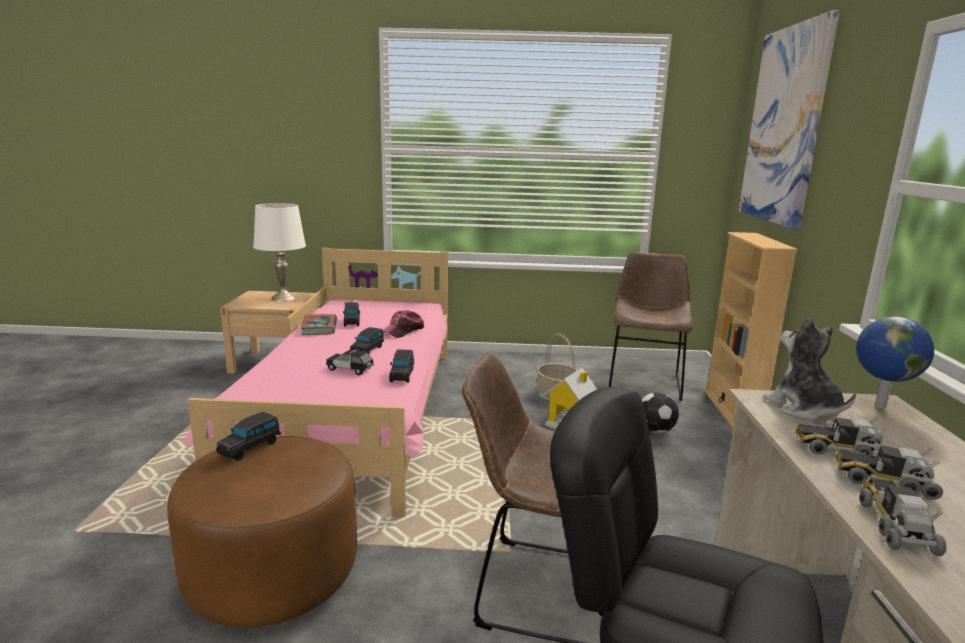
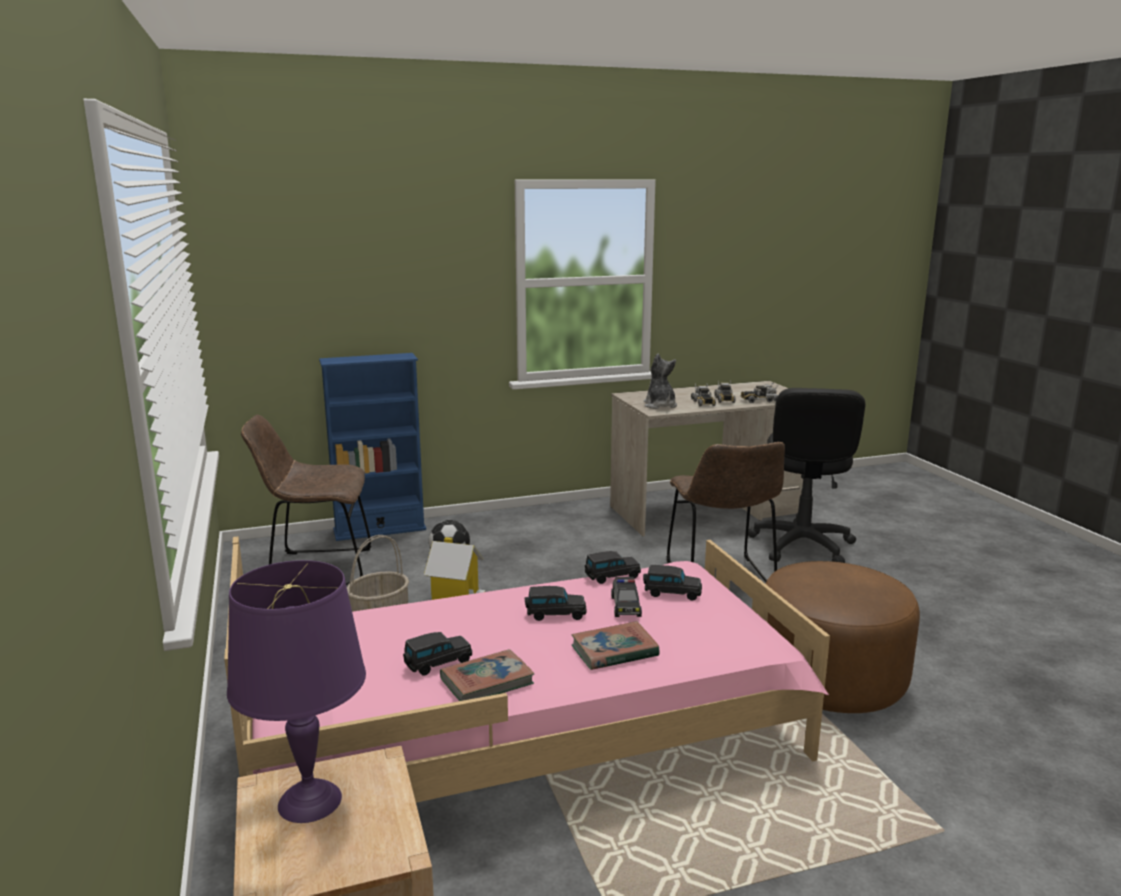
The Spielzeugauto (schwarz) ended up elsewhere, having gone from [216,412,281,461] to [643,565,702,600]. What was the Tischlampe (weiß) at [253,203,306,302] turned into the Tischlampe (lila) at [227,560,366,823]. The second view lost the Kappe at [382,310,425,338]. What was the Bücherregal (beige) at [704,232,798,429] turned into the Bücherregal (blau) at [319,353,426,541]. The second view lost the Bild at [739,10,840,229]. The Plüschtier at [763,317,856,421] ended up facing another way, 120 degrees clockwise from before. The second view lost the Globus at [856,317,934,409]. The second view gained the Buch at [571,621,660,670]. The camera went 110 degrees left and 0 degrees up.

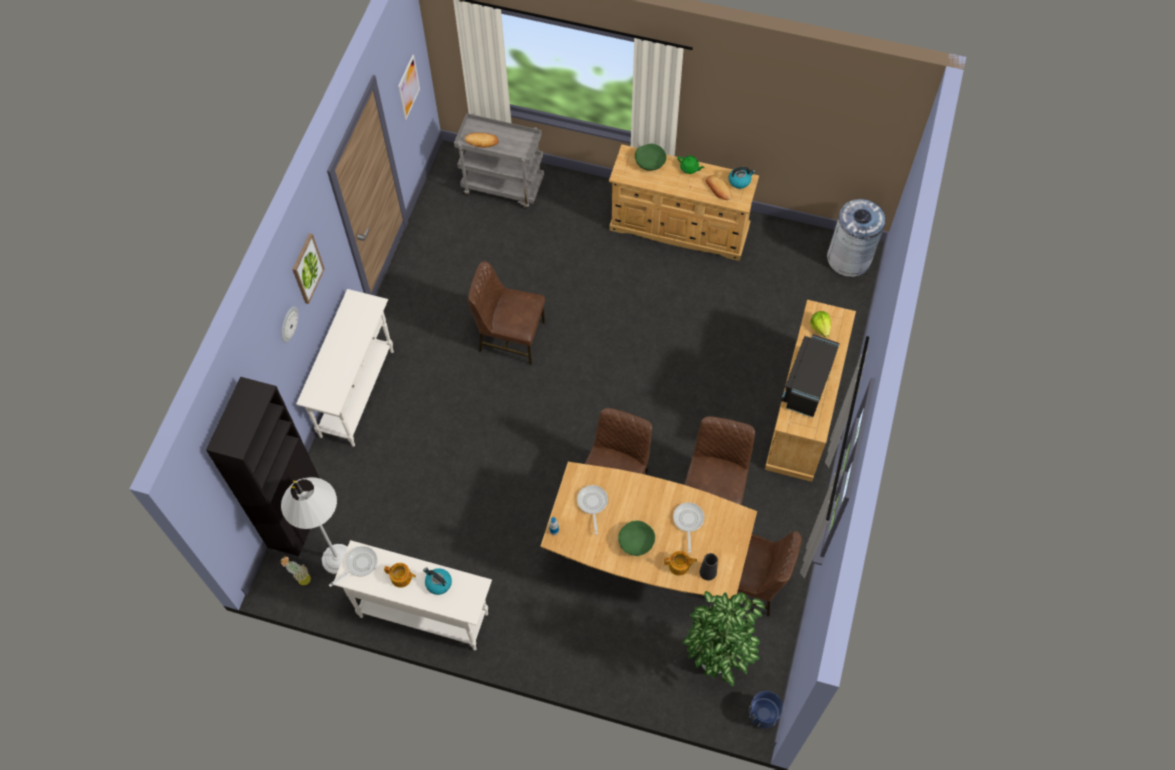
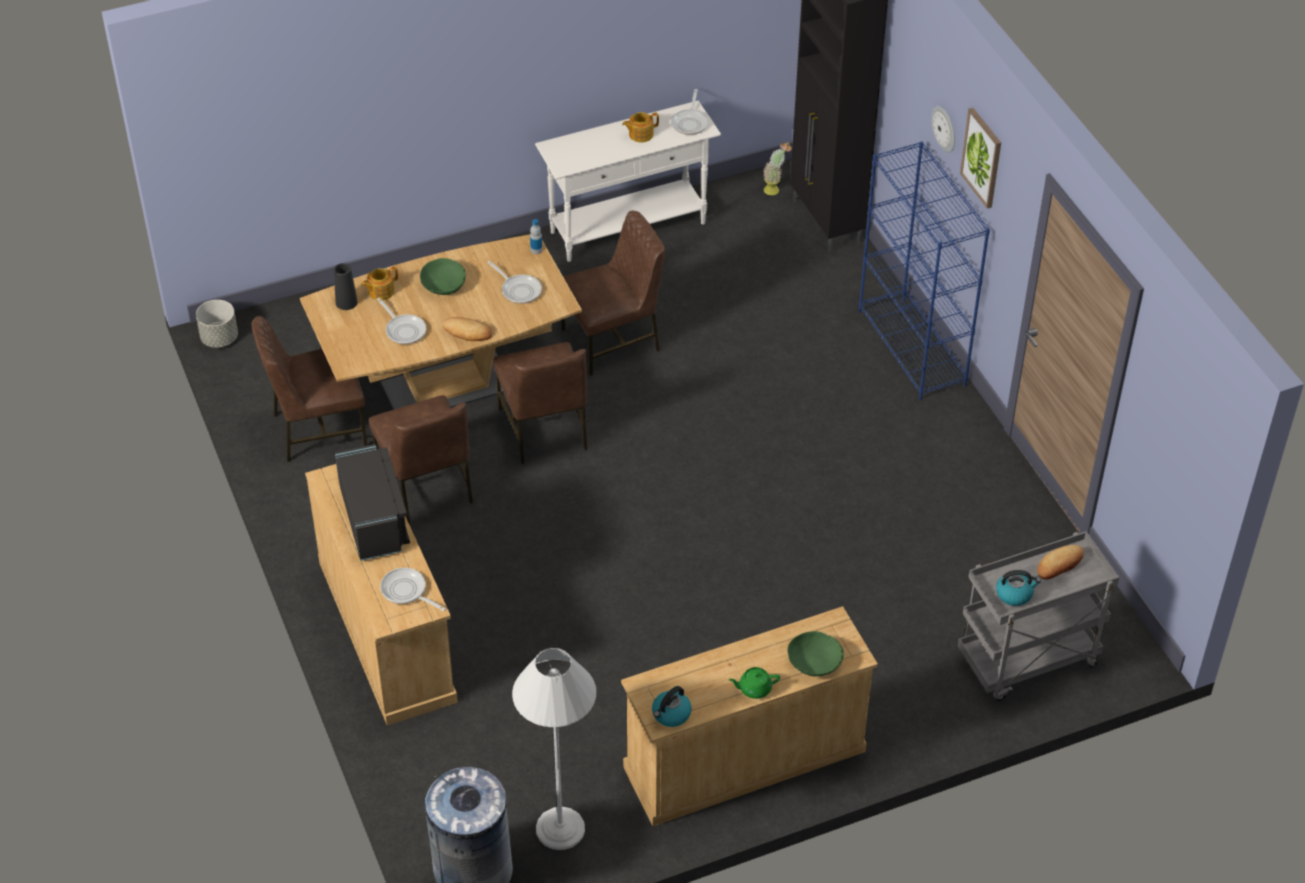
The Stehlampe (weiß) ended up elsewhere, having gone from [281,477,348,574] to [512,648,596,850]. Where the Konsolentisch (weiß) stood at [296,289,394,447], the Bücherregal (blau) came to stand at [859,141,990,400]. The second view lost the Bild at [398,55,420,120]. The Wasserkessel ended up elsewhere, having gone from [423,567,452,595] to [996,570,1041,606]. The Stuhl (braun) ended up elsewhere, having gone from [468,261,545,365] to [561,211,665,376]. The second view lost the Topfpflanze at [683,591,765,686]. The Brot ended up elsewhere, having gone from [706,175,732,200] to [442,317,492,341]. What was the Pflanzkübel (blau) at [749,691,783,728] turned into the Pflanzkübel (grau) at [196,300,238,348]. Where the Salatkopf stood at [810,311,831,338], the Pfanne came to stand at [380,568,446,611]. The camera went 140 degrees right and 15 degrees down.

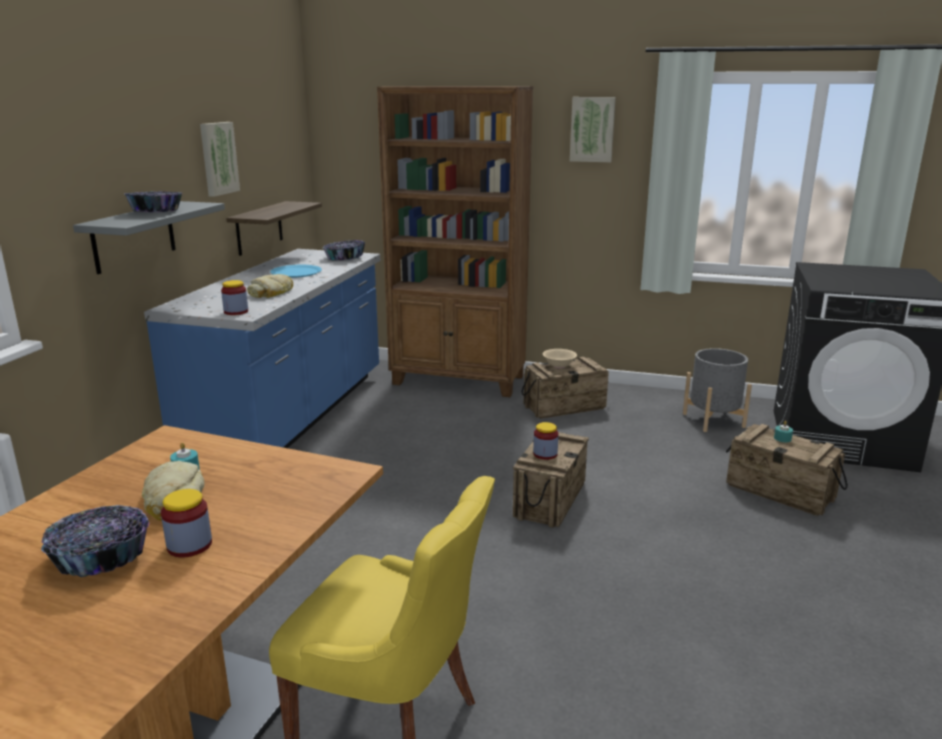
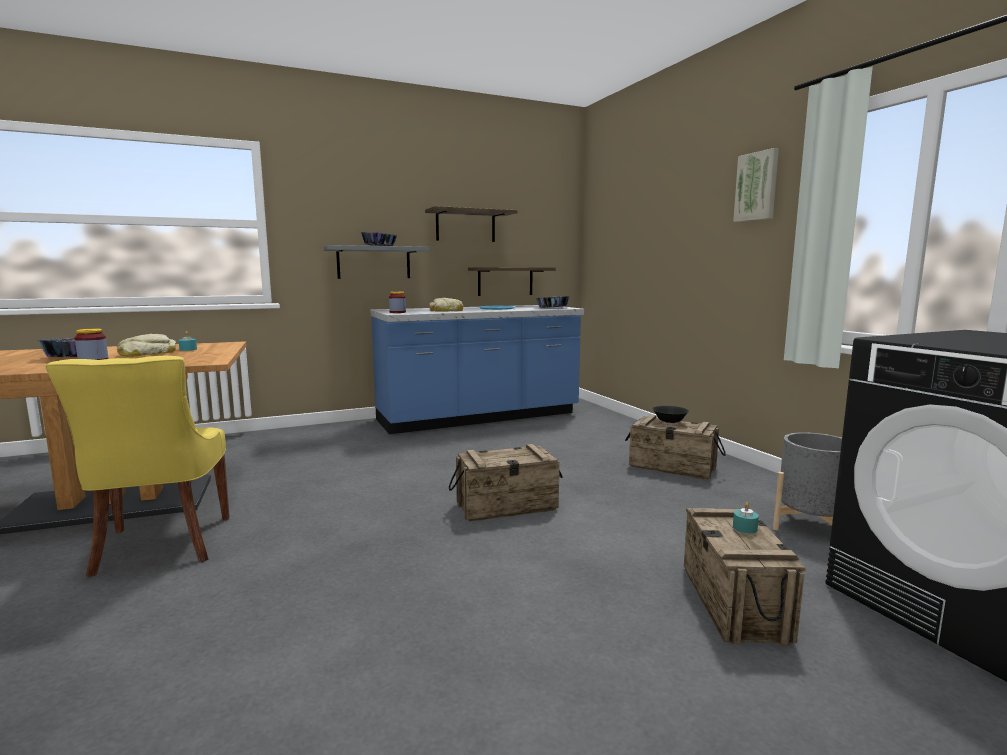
Where the Bild hung at [200,122,240,197], the Wandregal came to hang at [425,206,518,242]. The second view lost the Bücherregal (braun) at [377,86,533,397]. The second view lost the Vorratsglas at [533,422,558,460]. What was the Schüssel (beige) at [543,349,577,368] turned into the Schüssel (schwarz) at [652,406,689,424]. The camera went 50 degrees right and 10 degrees down.

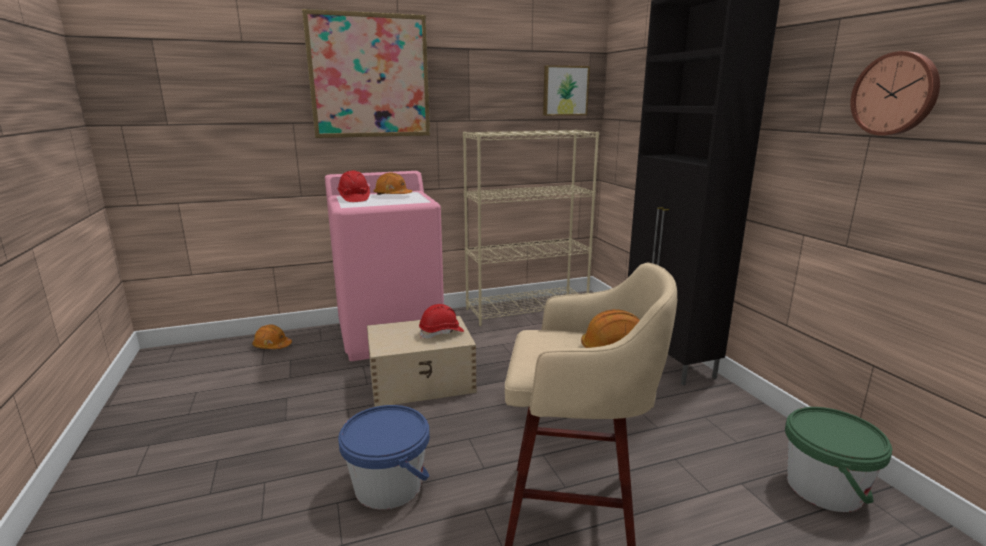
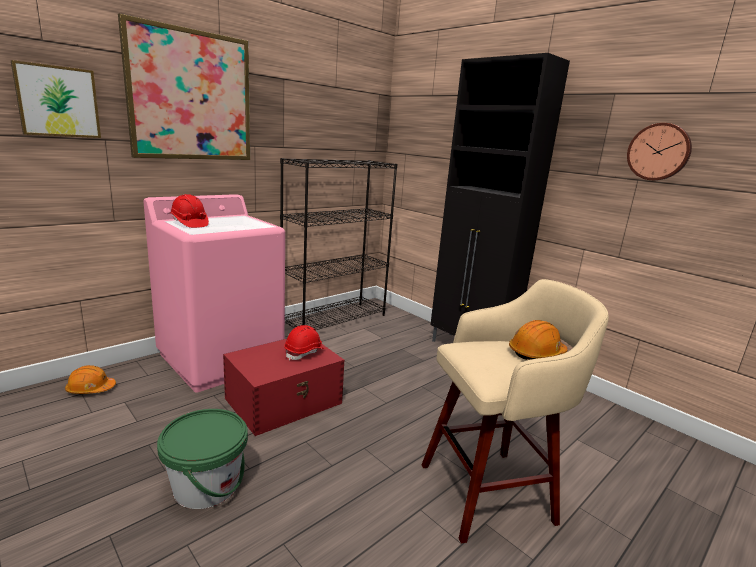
The second view lost the Eimer (blau) at [338,405,430,510]. What was the Aufbewahrungsbox (beige) at [367,316,477,407] turned into the Aufbewahrungsbox (rot) at [223,339,345,436]. The second view lost the Schutzhelm (orange) at [374,172,412,195]. What was the Bücherregal (beige) at [463,129,599,326] turned into the Bücherregal (schwarz) at [280,158,397,330]. The Bild ended up elsewhere, having gone from [543,65,590,116] to [11,60,101,138]. The Eimer (grün) ended up elsewhere, having gone from [785,407,893,512] to [157,409,248,509]. The camera went 25 degrees left and 0 degrees up.

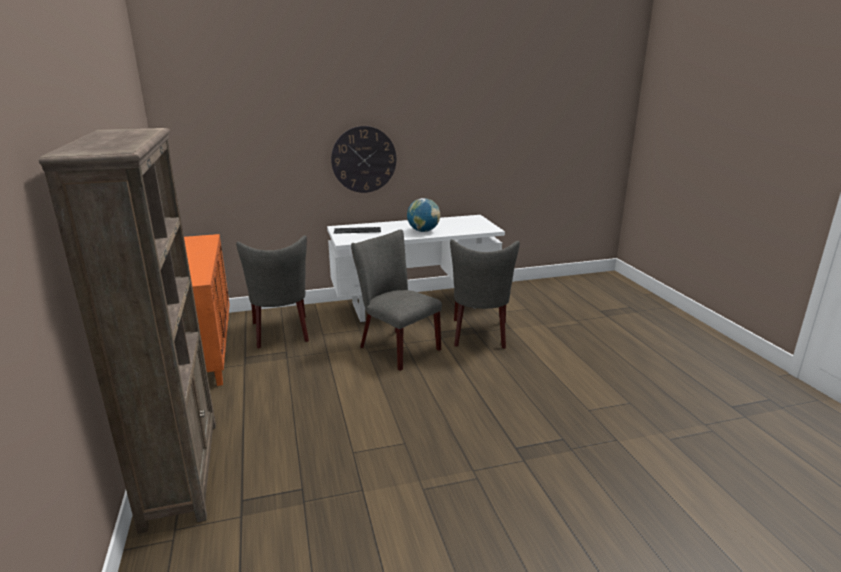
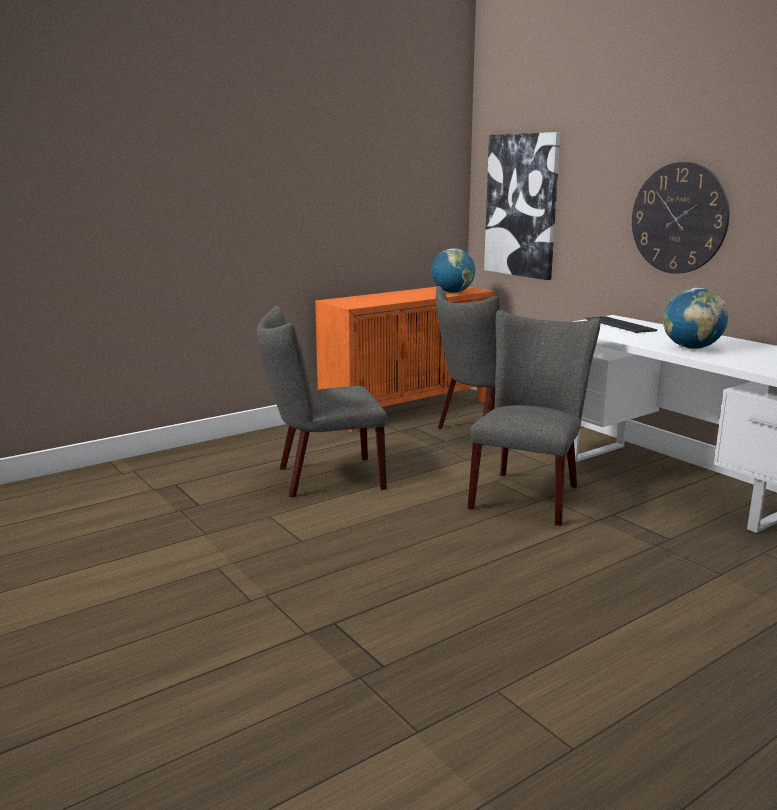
The second view lost the Bücherregal (braun) at [39,128,216,534]. The Stuhl (grau) ended up elsewhere, having gone from [450,239,520,349] to [257,306,387,498]. The second view gained the Globus at [431,248,475,293]. The second view gained the Bild at [484,132,560,280]. The camera went 70 degrees right and 5 degrees down.

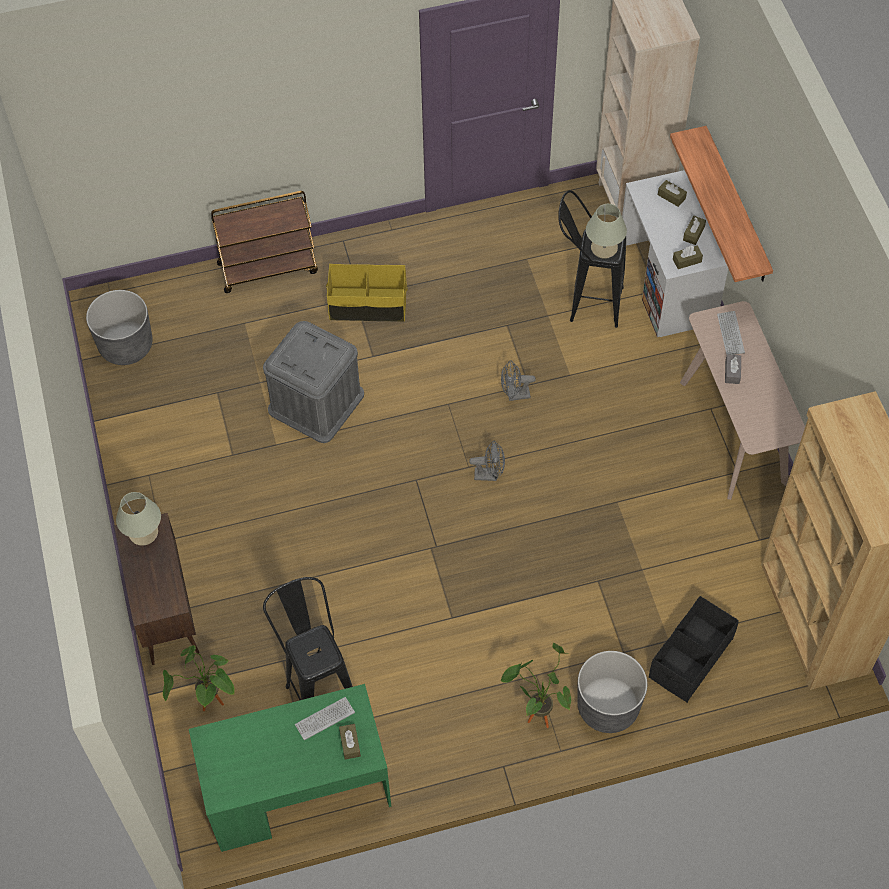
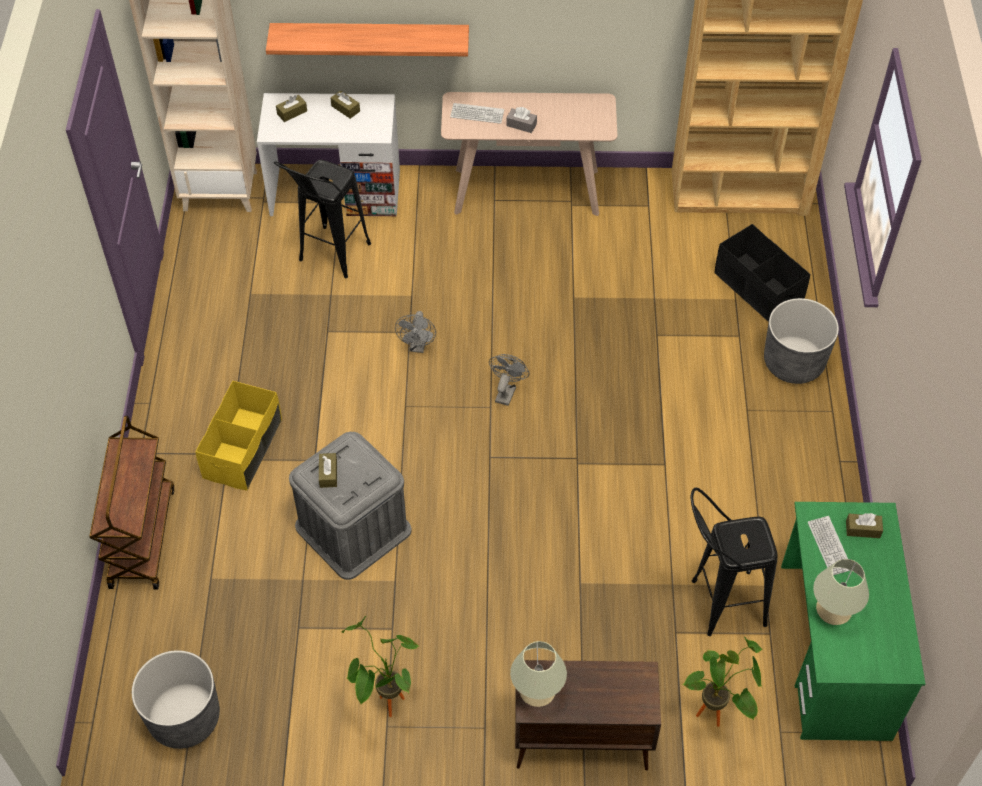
The Topfpflanze ended up elsewhere, having gone from [500,643,571,728] to [342,616,419,717]. The Tischlampe (beige) ended up elsewhere, having gone from [586,204,627,259] to [813,559,869,625]. The Taschentuchbox (braun) ended up elsewhere, having gone from [673,245,703,269] to [319,453,337,488]. The camera went 75 degrees left and 5 degrees down.

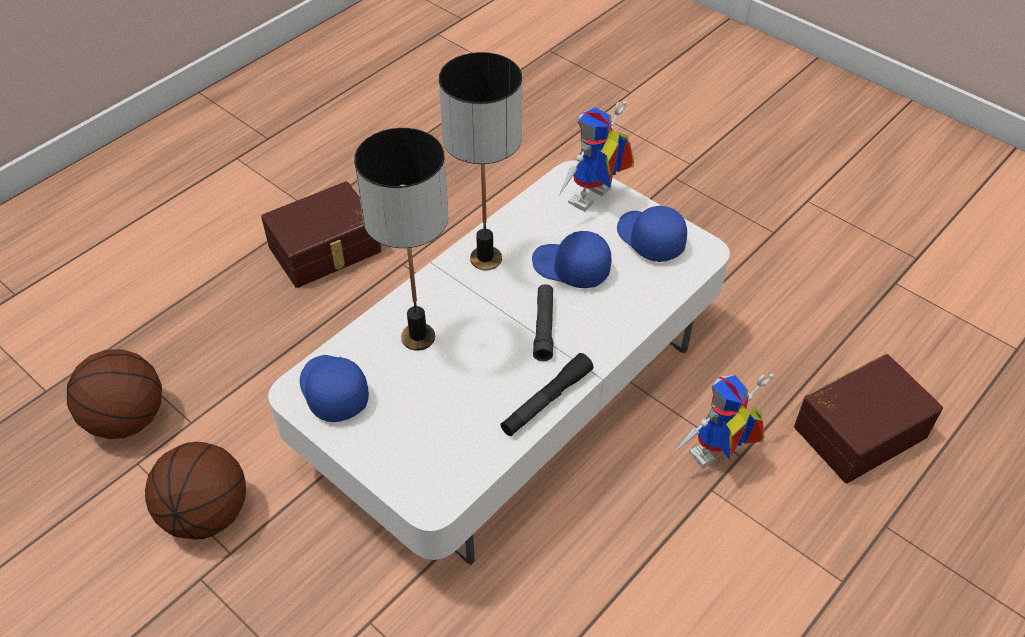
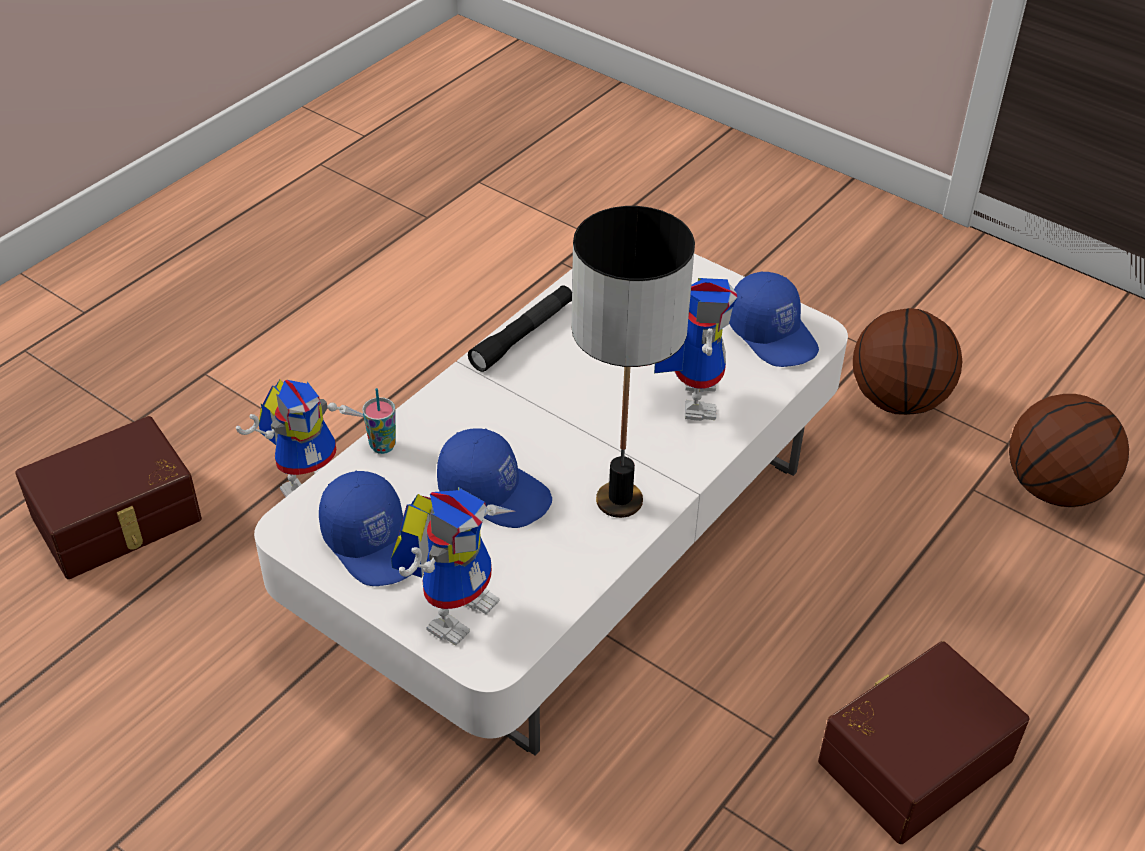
Where the Tischlampe stood at [354,128,448,351], the Spielzeugroboter came to stand at [654,278,737,421]. The second view lost the Taschenlampe (schwarz) at [533,284,553,361]. The second view gained the Tasse at [362,388,396,454]. The camera went 175 degrees right and 5 degrees down.

